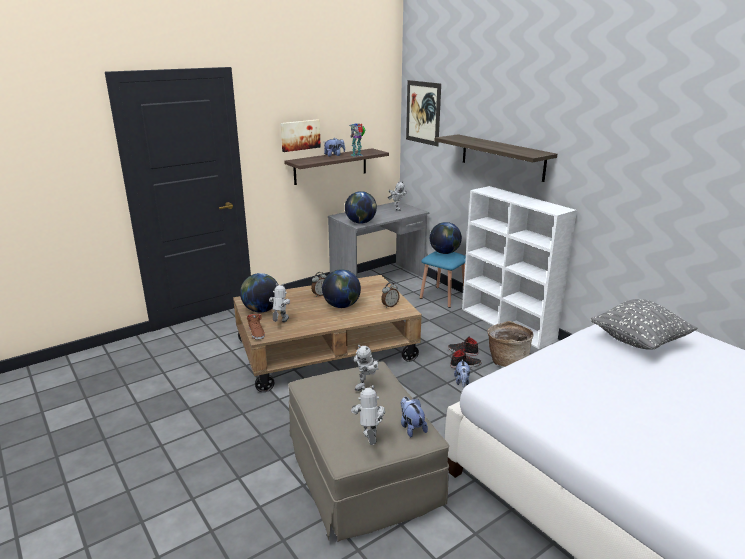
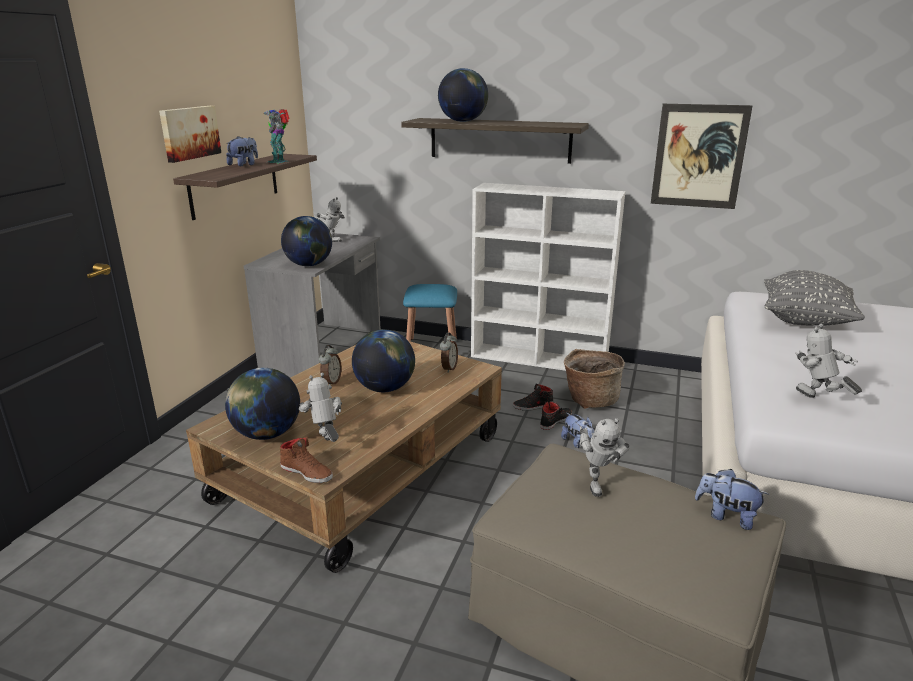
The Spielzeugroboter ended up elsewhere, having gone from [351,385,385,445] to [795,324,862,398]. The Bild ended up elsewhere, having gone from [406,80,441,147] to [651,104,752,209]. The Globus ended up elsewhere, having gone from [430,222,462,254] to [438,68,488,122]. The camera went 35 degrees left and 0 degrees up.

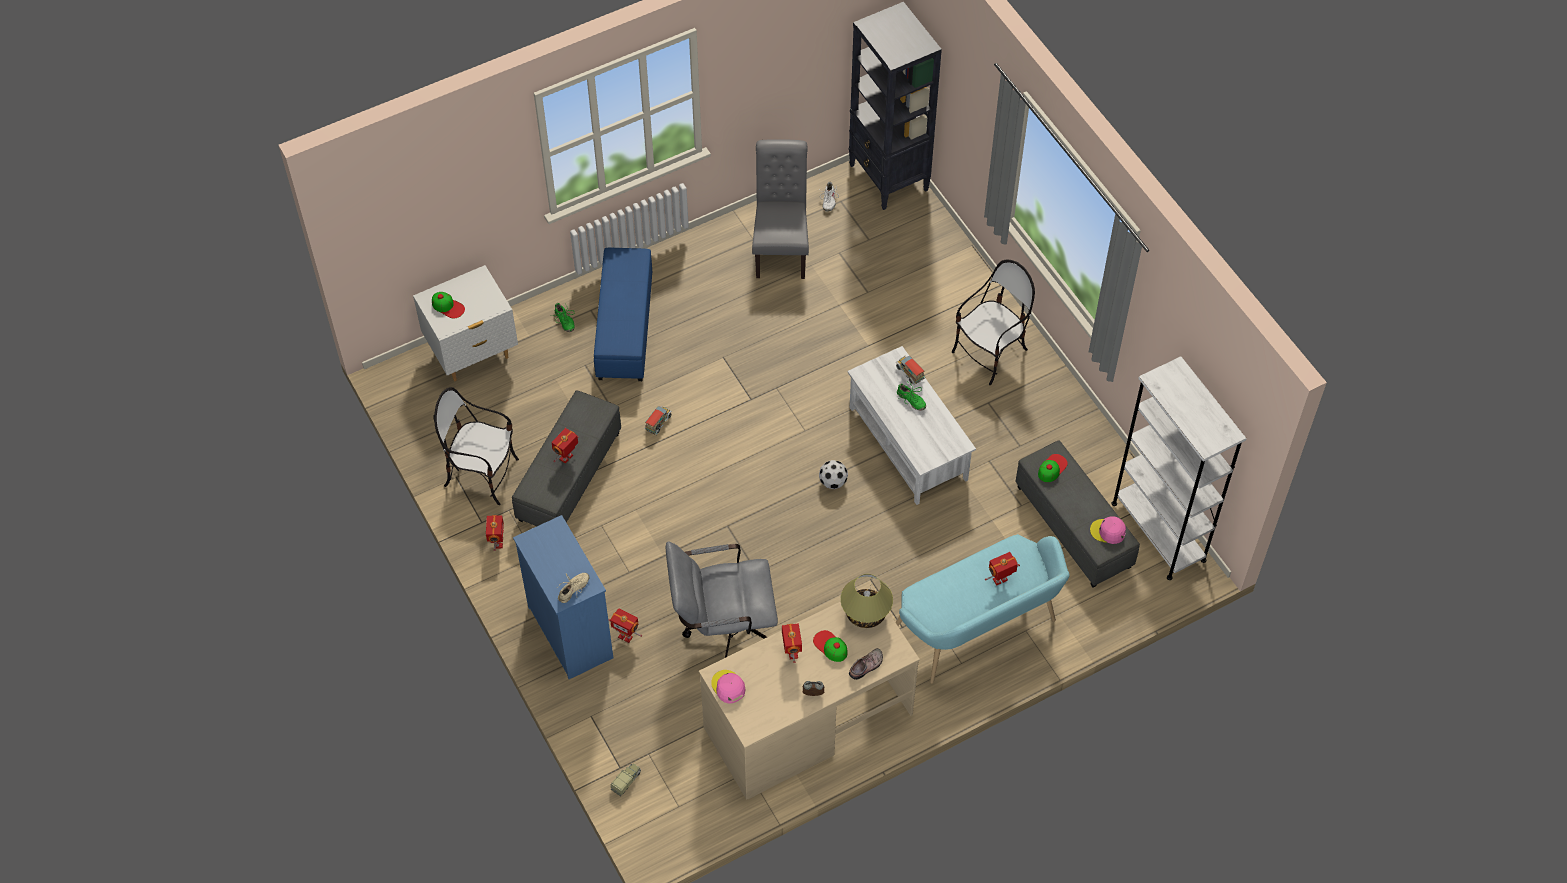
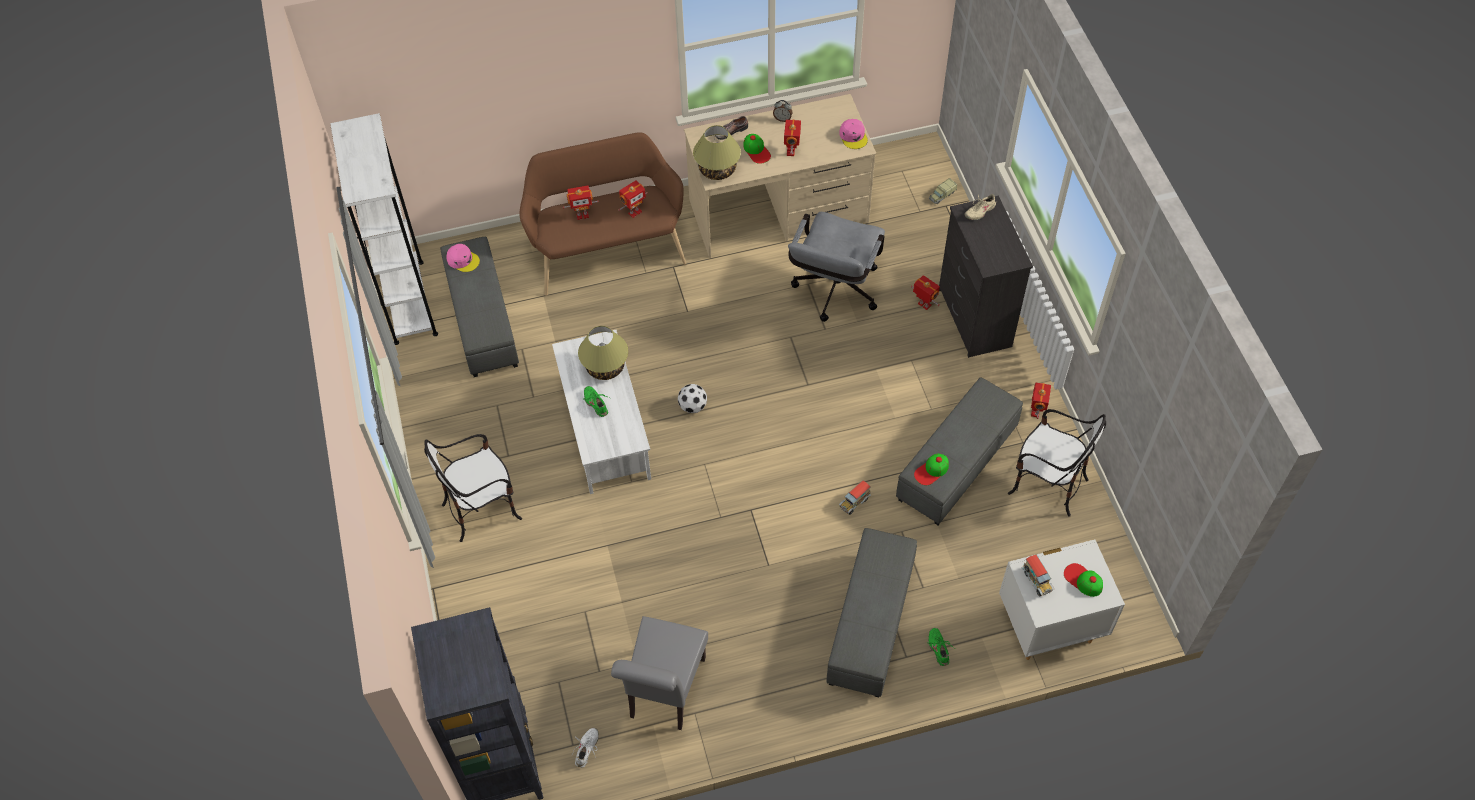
What was the Kommode (blau) at [513,515,613,679] turned into the Kommode (schwarz) at [939,196,1033,358]. The Spielzeugroboter ended up elsewhere, having gone from [551,428,579,464] to [618,181,648,218]. What was the Polsterhocker (blau) at [594,248,652,381] turned into the Polsterhocker (grau) at [826,528,917,698]. The Bürostuhl (grau) at [666,541,778,658] ended up facing another way, 105 degrees clockwise from before. The Spielzeuglaster ended up elsewhere, having gone from [895,356,925,385] to [1021,555,1054,596]. What was the Bank (türkis) at [896,534,1069,684] turned into the Bank (braun) at [520,132,686,296]. The Kappe ended up elsewhere, having gone from [1038,454,1068,482] to [914,454,949,485]. The second view gained the Tischlampe at [578,326,628,380]. The camera went 165 degrees left and 0 degrees up.

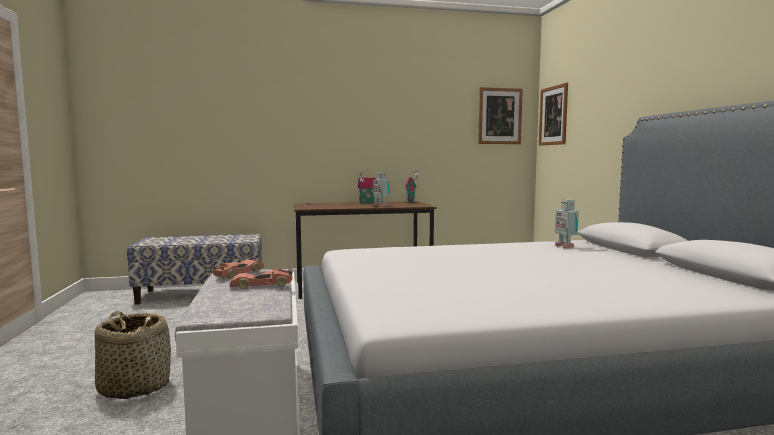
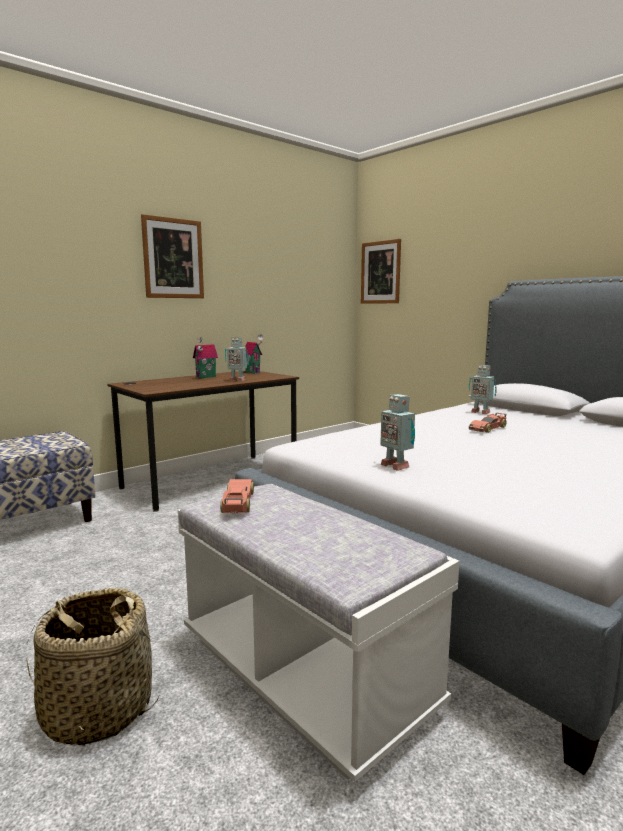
The Spielzeugauto ended up elsewhere, having gone from [230,269,293,289] to [469,413,507,433]. The Bild ended up elsewhere, having gone from [478,87,523,144] to [141,214,204,298]. The second view gained the Spielzeugroboter at [380,394,415,471]. The camera went 30 degrees left and 5 degrees up.

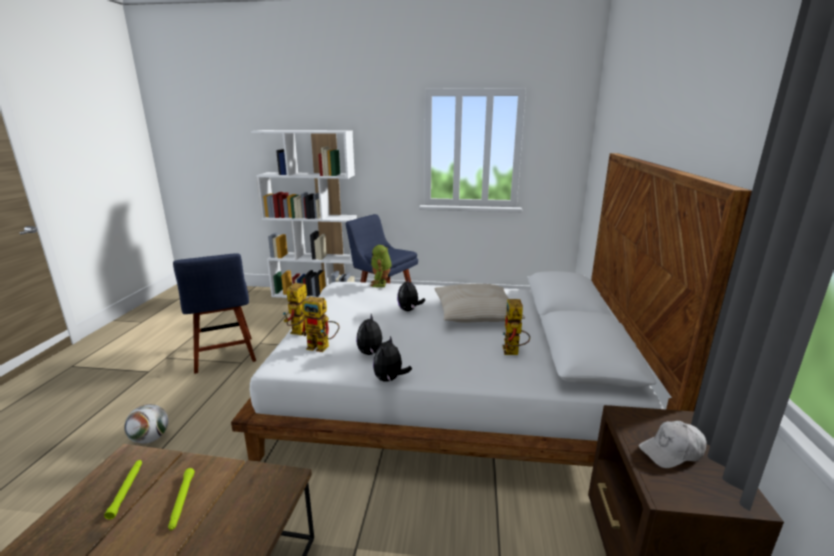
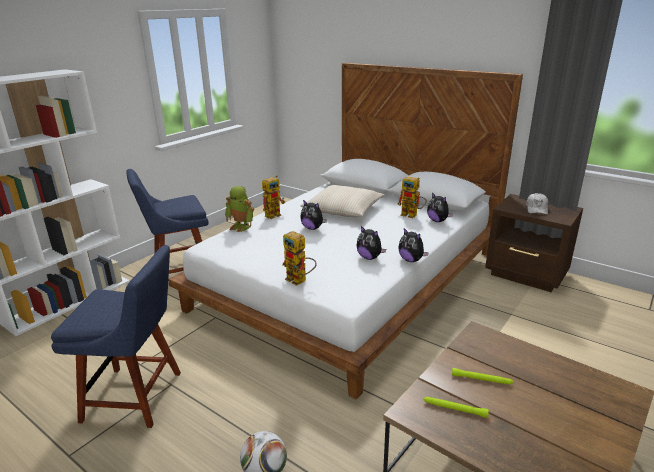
The Spielzeugroboter ended up elsewhere, having gone from [301,296,340,352] to [262,175,285,219]. The second view gained the Plüschtier at [427,193,453,222]. The camera went 60 degrees left and 5 degrees up.

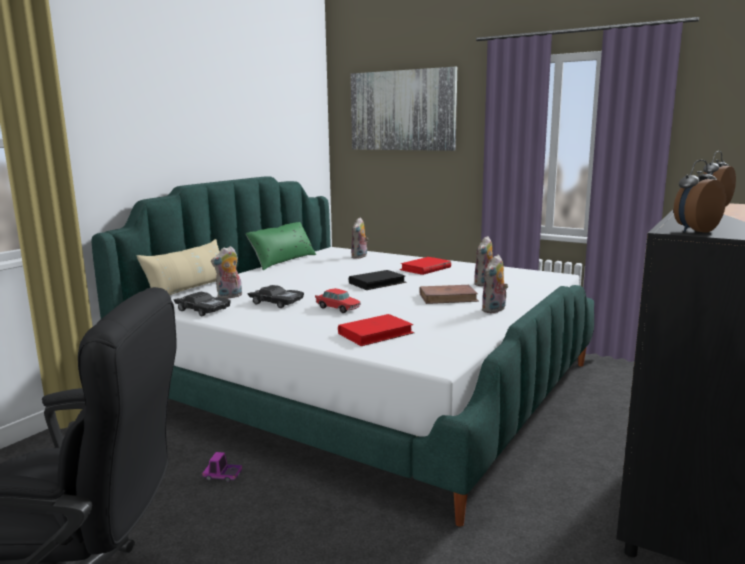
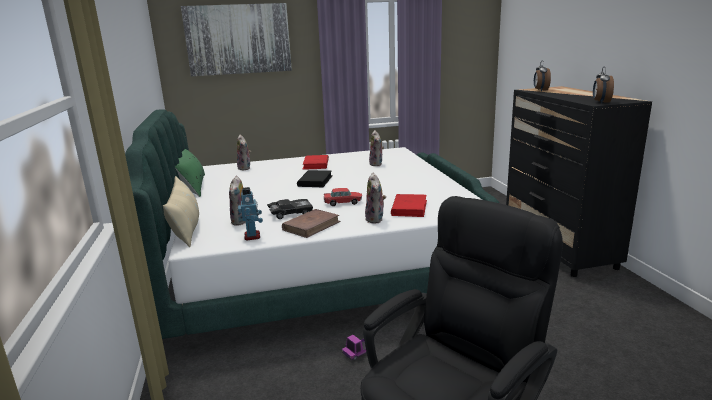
Where the Spielzeugauto (schwarz) stood at [173,292,231,316], the Spielzeugroboter came to stand at [238,187,263,241]. The Buch (braun) ended up elsewhere, having gone from [420,285,479,304] to [282,209,341,238]. The Plüschtier ended up elsewhere, having gone from [481,255,508,313] to [365,173,386,223]. The camera went 45 degrees left and 5 degrees up.

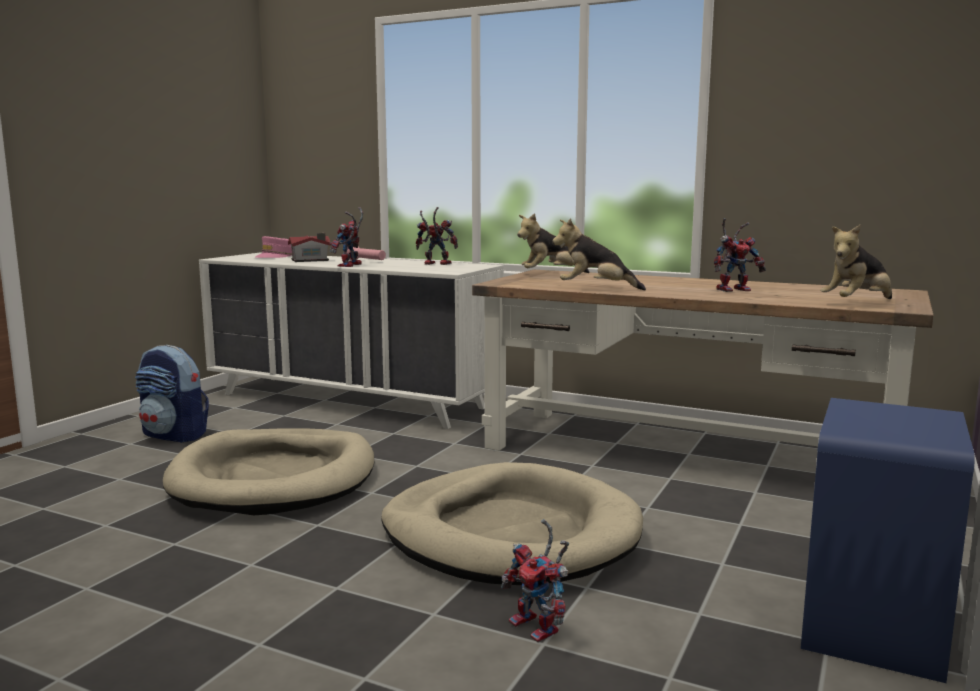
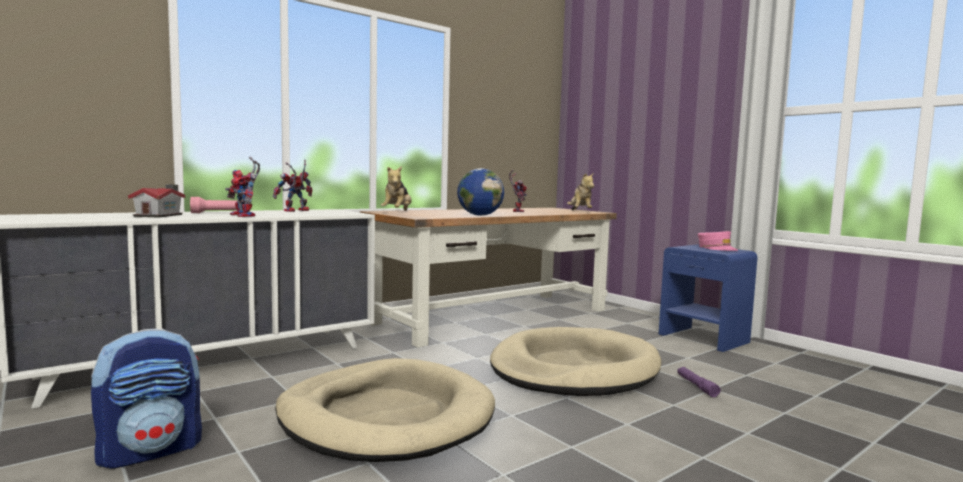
The Kappe (rosa) ended up elsewhere, having gone from [255,236,292,258] to [698,231,738,251]. Where the Spielzeugroboter stood at [501,519,569,642], the Taschenlampe (lila) came to stand at [677,367,720,397]. Where the Plüschtier stood at [552,218,646,290], the Globus came to stand at [457,168,504,216]. The camera went 65 degrees left and 5 degrees down.

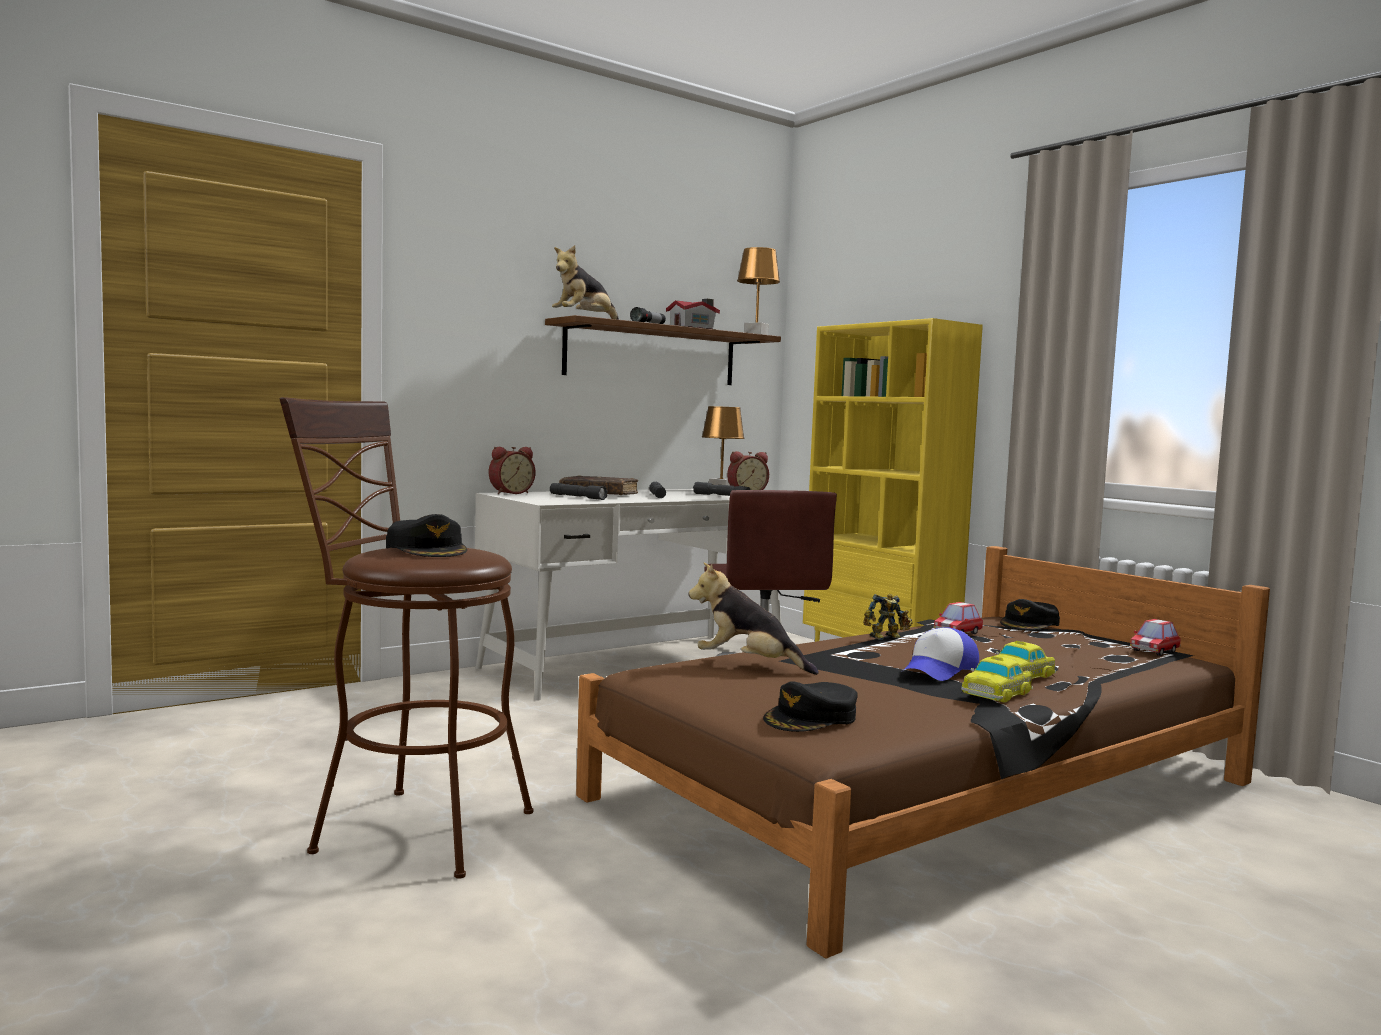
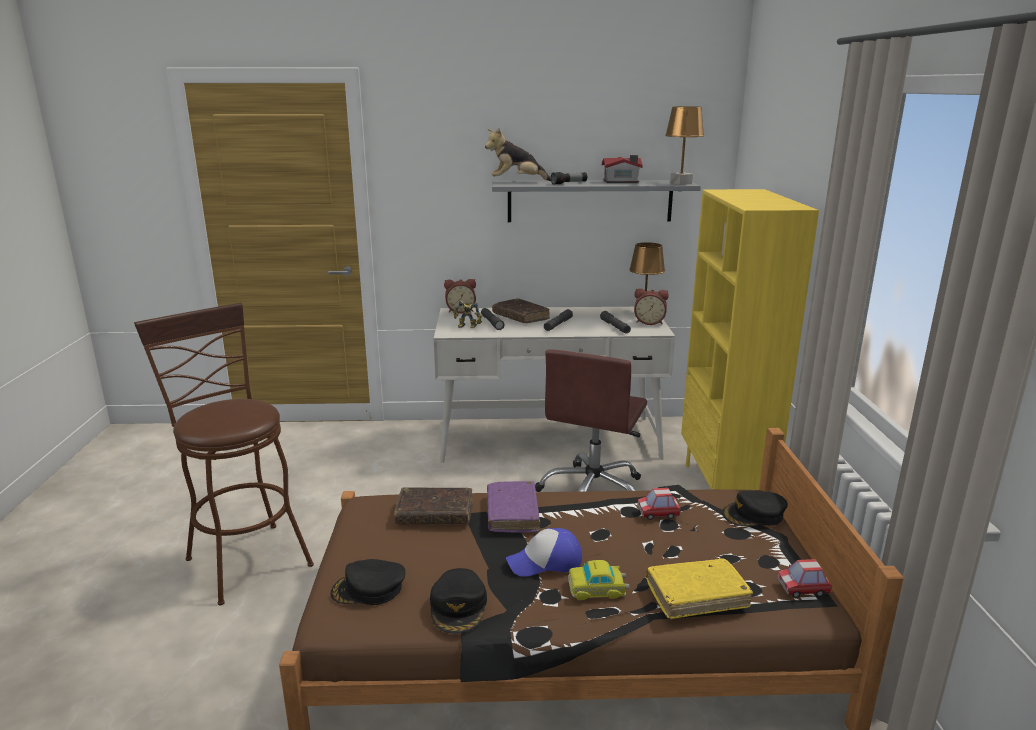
The Kappe (schwarz) ended up elsewhere, having gone from [386,514,467,557] to [430,568,487,634]. What was the Wandregal (braun) at [545,315,781,385] turned into the Wandregal (grau) at [492,180,701,222]. Where the Plüschtier stood at [689,563,819,675], the Buch (braun) came to stand at [394,487,473,525]. The Spielzeugroboter ended up elsewhere, having gone from [863,594,913,640] to [453,300,483,328]. The second view lost the Spielzeugauto at [961,656,1033,703]. The second view gained the Buch (lila) at [487,481,540,533]. The second view gained the Buch (gelb) at [646,559,753,619]. The camera went 35 degrees right and 15 degrees up.

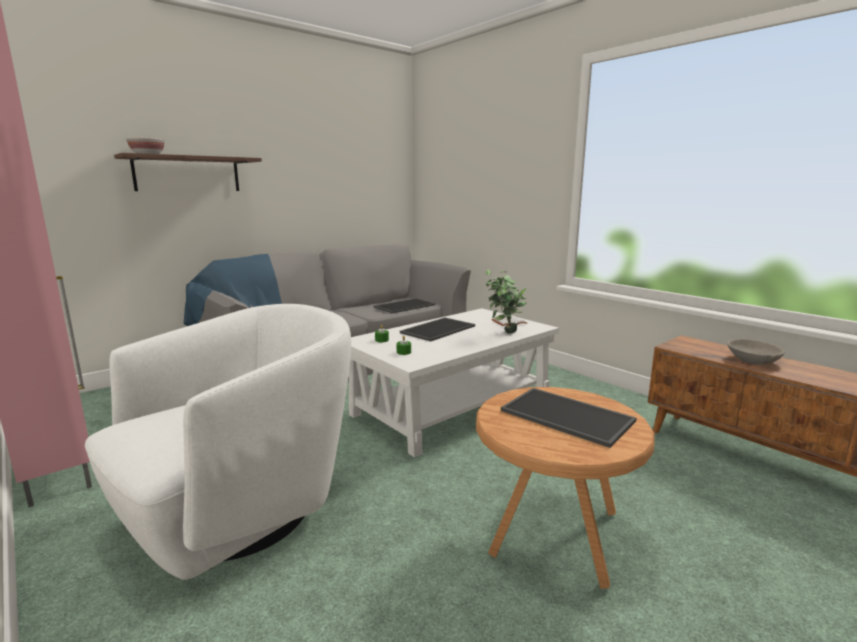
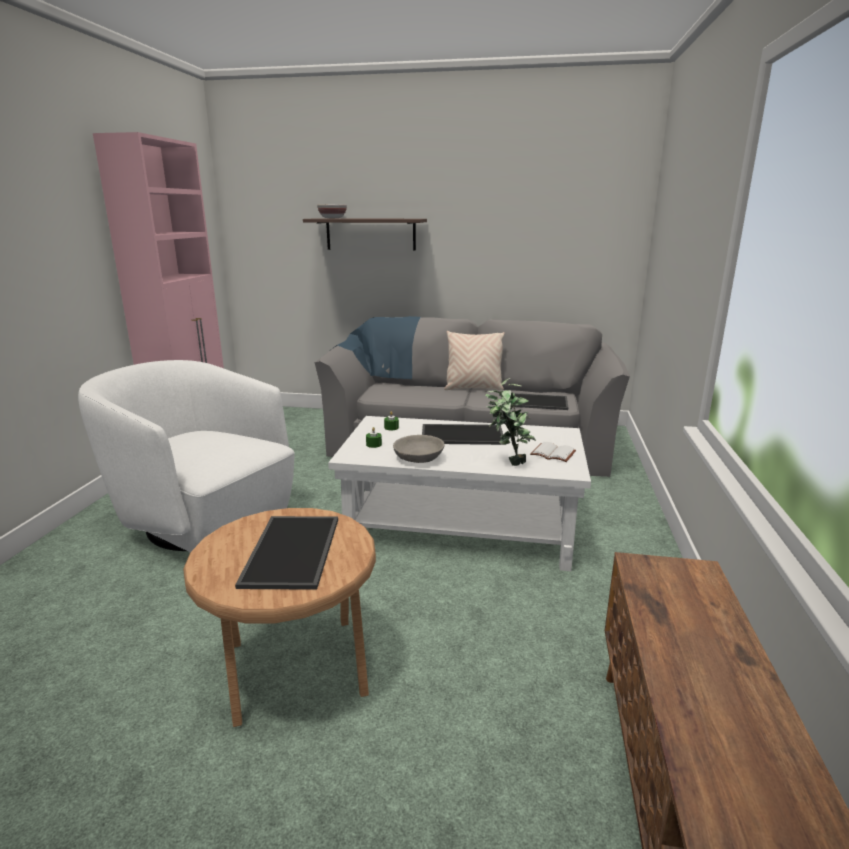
The Sessel (weiß) at [85,304,351,580] ended up facing another way, 150 degrees counterclockwise from before. The Schüssel (grau) ended up elsewhere, having gone from [727,339,785,365] to [393,435,445,463]. The second view gained the Kissen (beige) at [444,331,505,390]. The camera went 50 degrees right and 5 degrees up.

